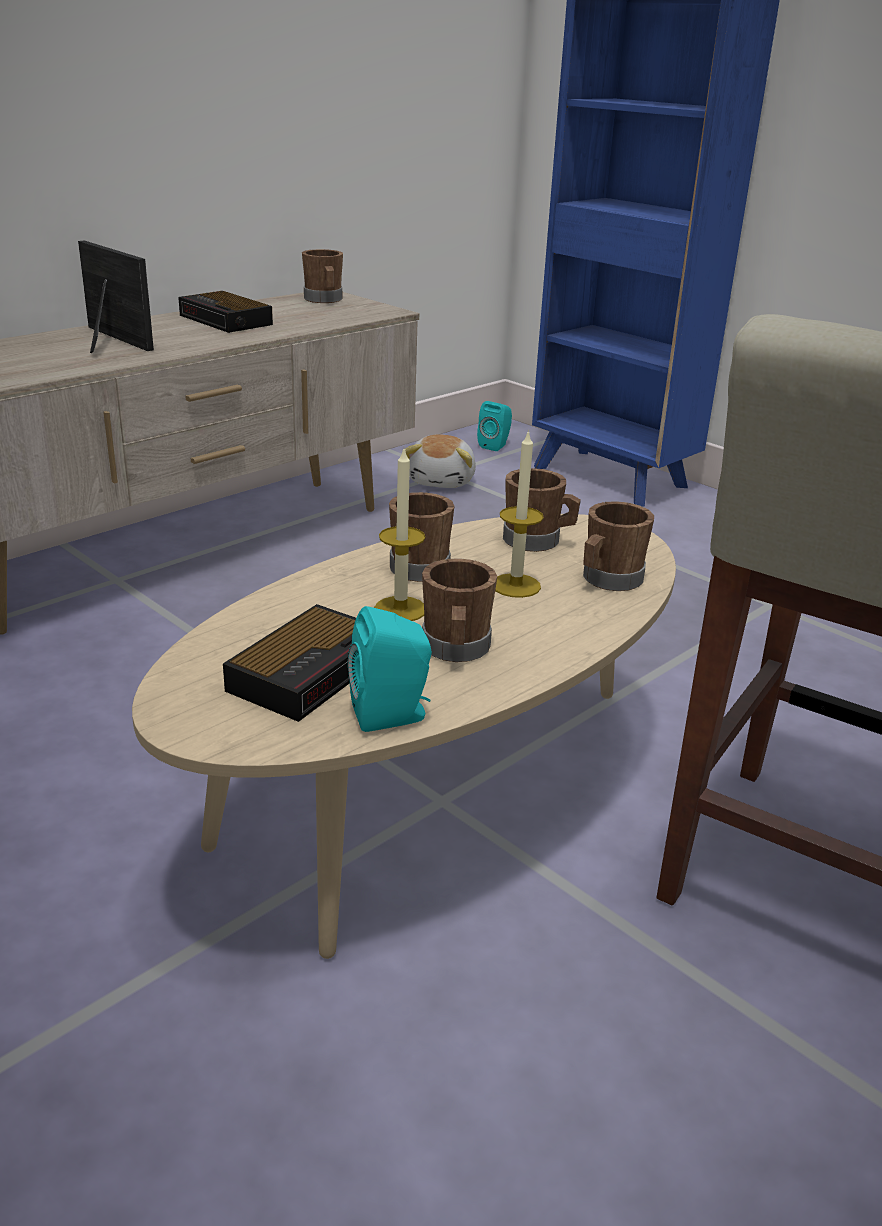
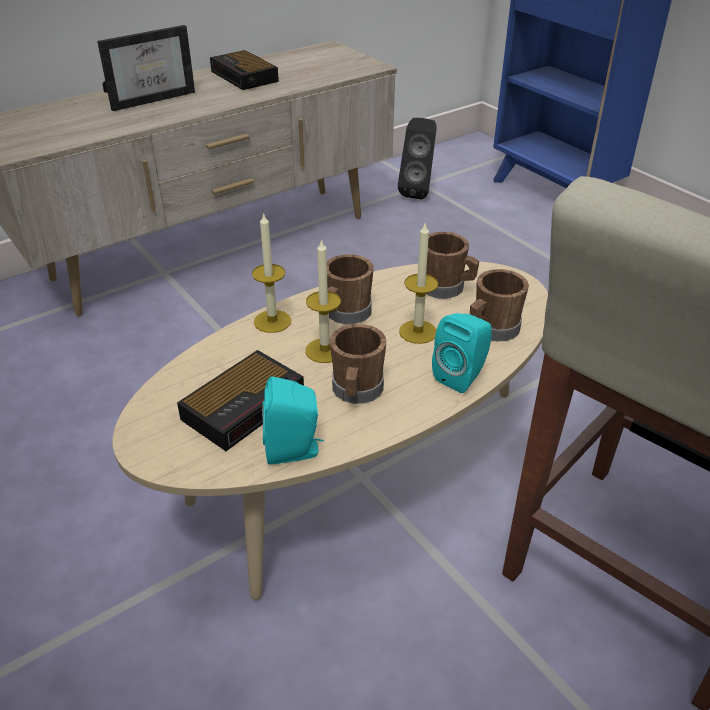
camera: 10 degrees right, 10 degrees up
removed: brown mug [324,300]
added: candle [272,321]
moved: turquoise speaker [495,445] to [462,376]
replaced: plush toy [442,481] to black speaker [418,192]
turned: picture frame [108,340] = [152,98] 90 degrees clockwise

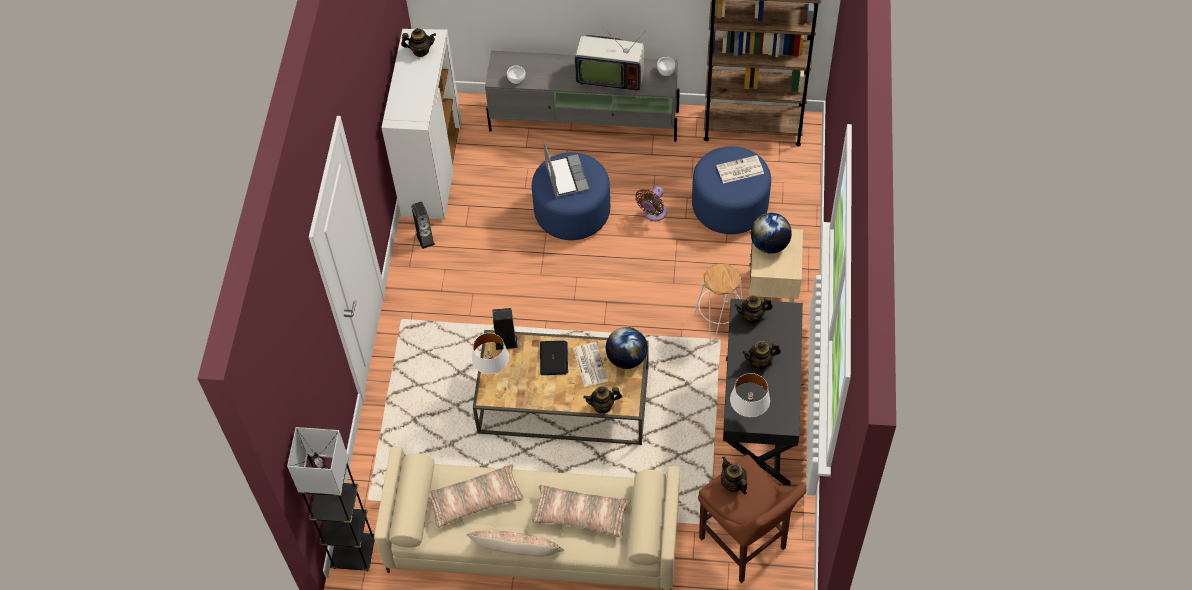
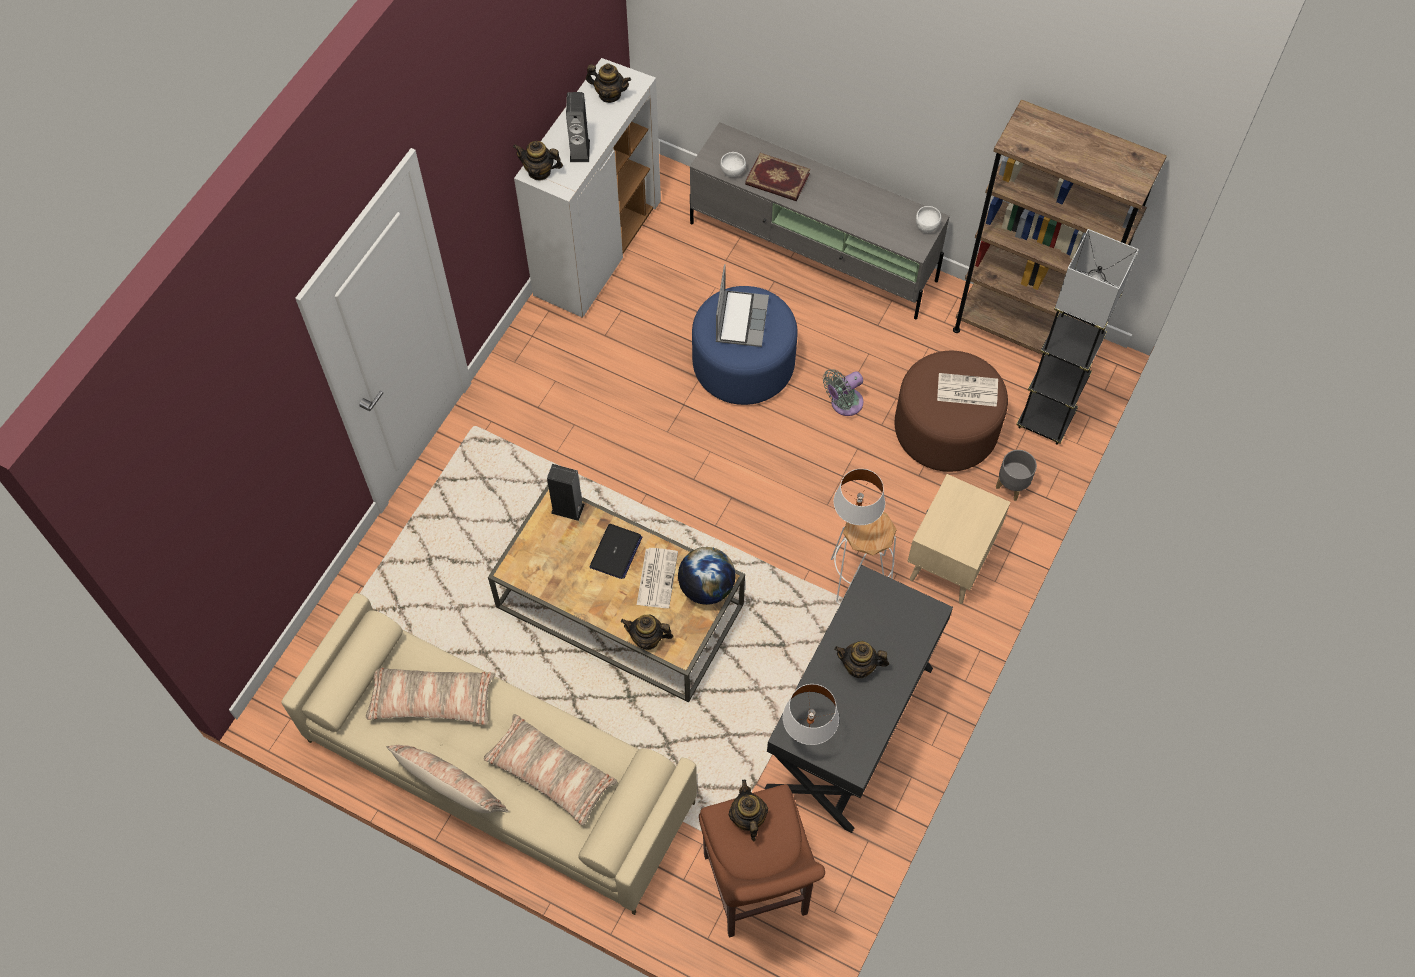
camera: 20 degrees right, 5 degrees up
removed: television [609,76]; globe [769,245]
added: book [777,180]; grey planter [1012,485]
moved: teapot [752,316] to [539,171]; speaker [425,239] to [579,150]; white table lamp [493,374] to [856,523]; grey floor lamp [353,553] to [1045,420]
recoloured: brown fan [653,213] to grey fan [843,404]; blue ottoman [729,206] to brown ottoman [945,429]

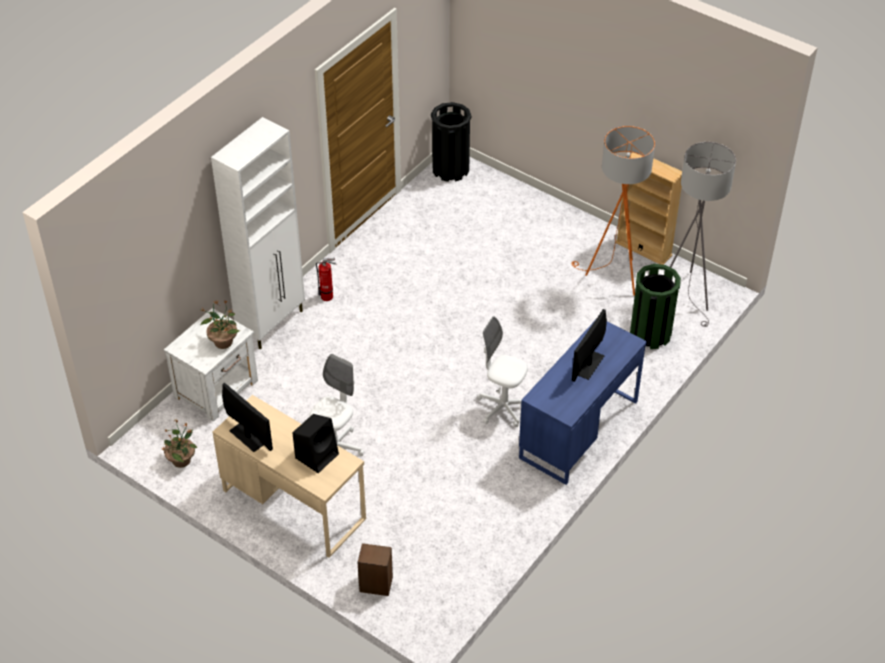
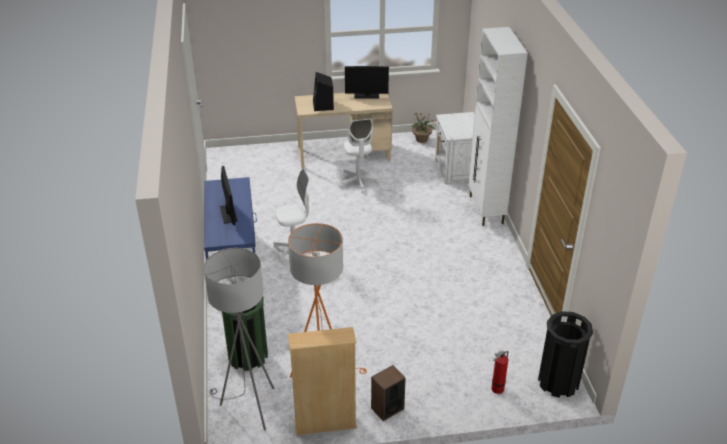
camera: 135 degrees right, 10 degrees down
removed: potted plant [223,341]
moved: speaker [376,584] to [387,408]; fire extinguisher [328,296] to [496,389]

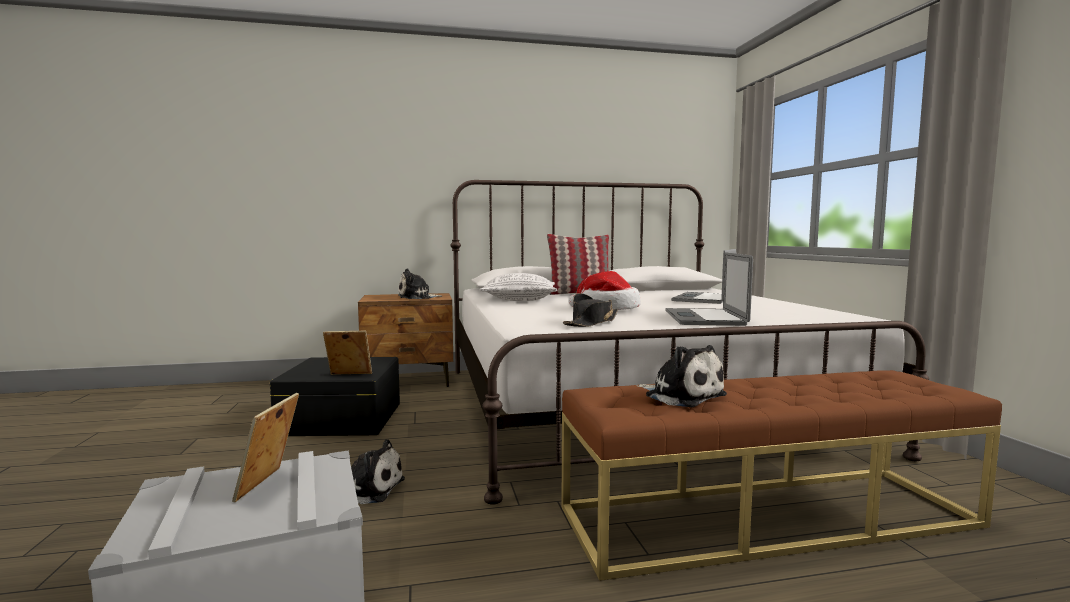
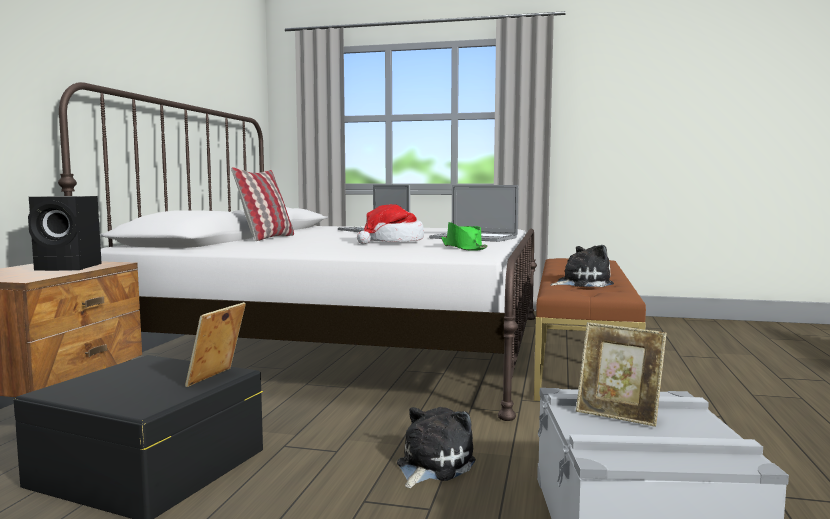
camera: 65 degrees left, 0 degrees up
removed: pillow [520,299]
replaced: plush toy [417,297] to black speaker [70,267]
recoloured: black hat [591,323] to green hat [463,248]

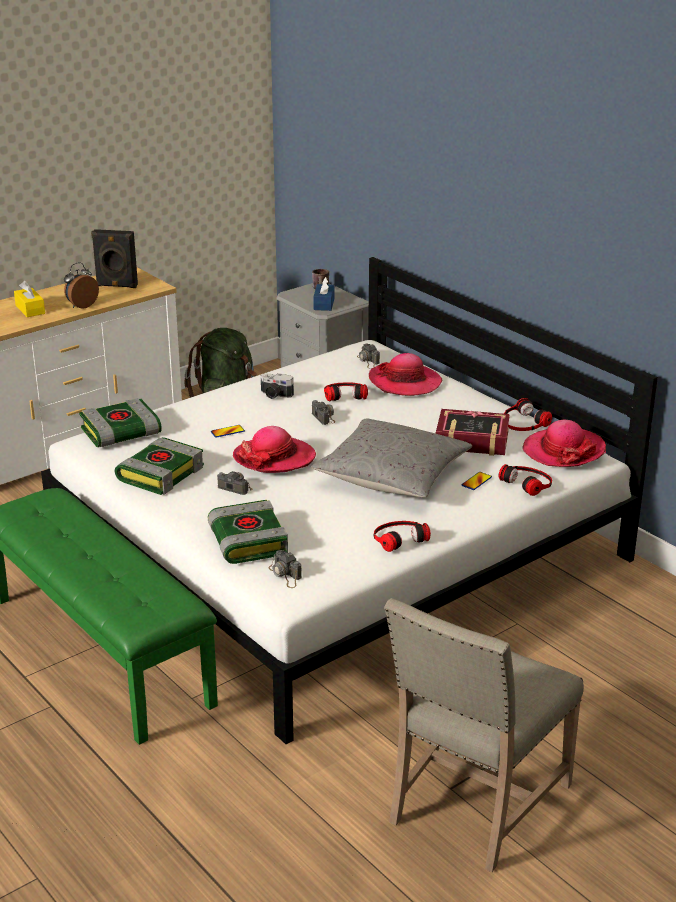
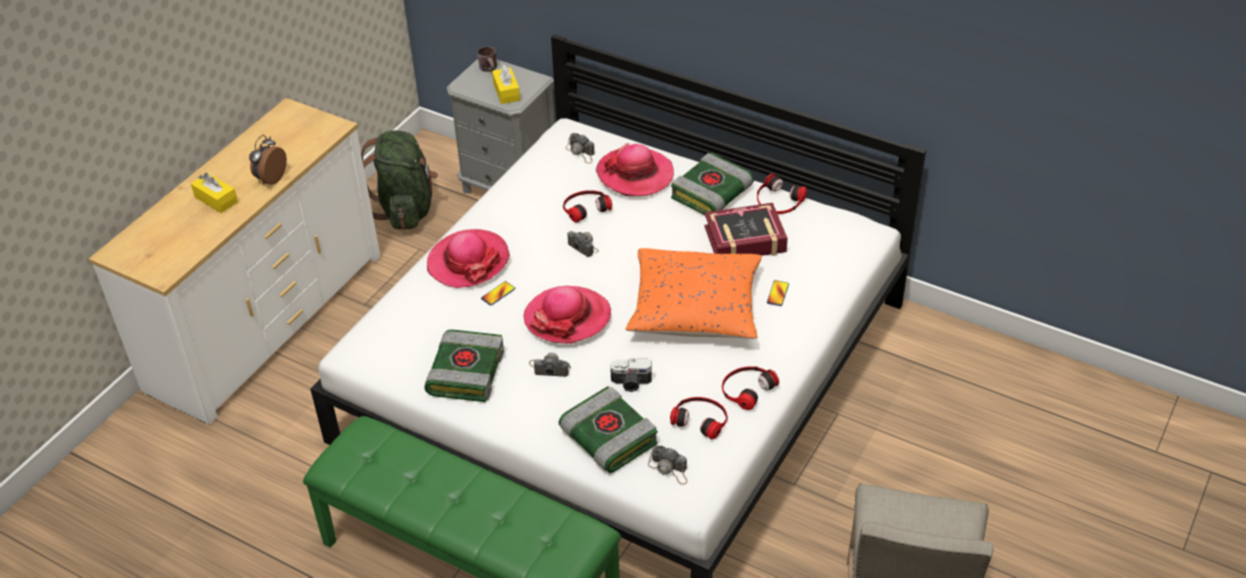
camera: 20 degrees left, 15 degrees up
removed: black speaker [116,286]
moved: hat [563,450] to [468,261]; photo camera [275,395] to [631,383]; headphones [528,482] to [701,419]; book [120,433] to [712,194]
recoloured: blue tissue box [324,304] to yellow tissue box [506,92]; grey pillow [392,475] to orange pillow [695,308]

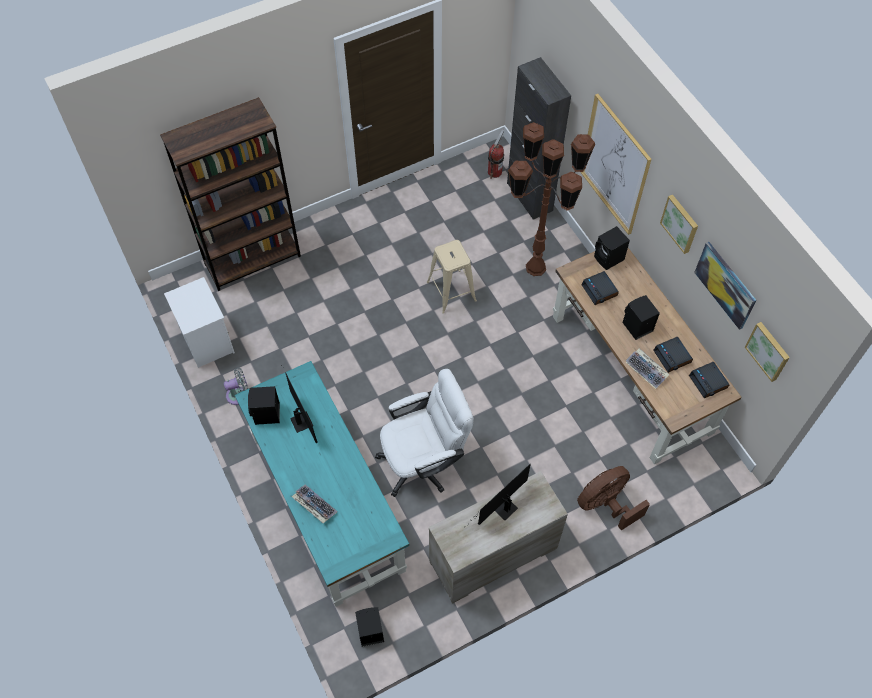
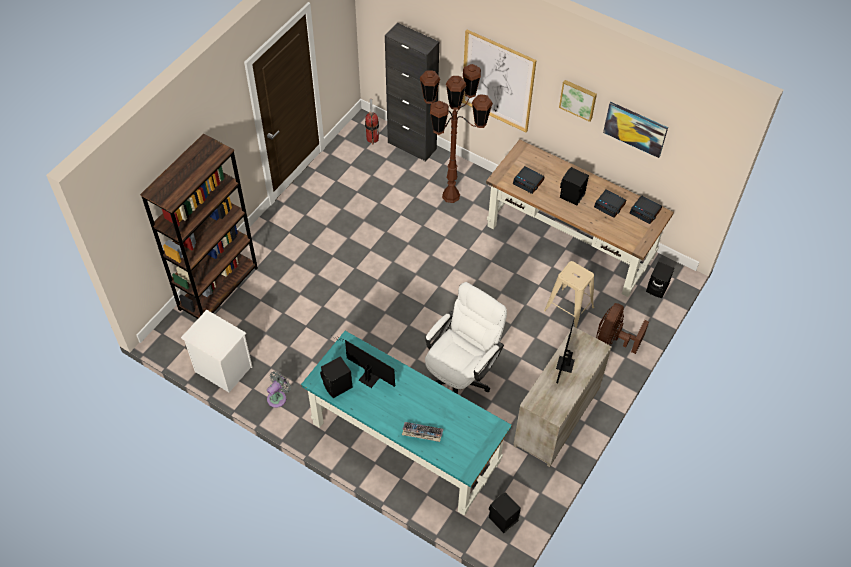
camera: 30 degrees left, 5 degrees down
removed: keyboard [647,370]; picture [768,351]
moved: beige stool [451,291] to [569,309]; black speaker [609,259] to [658,288]

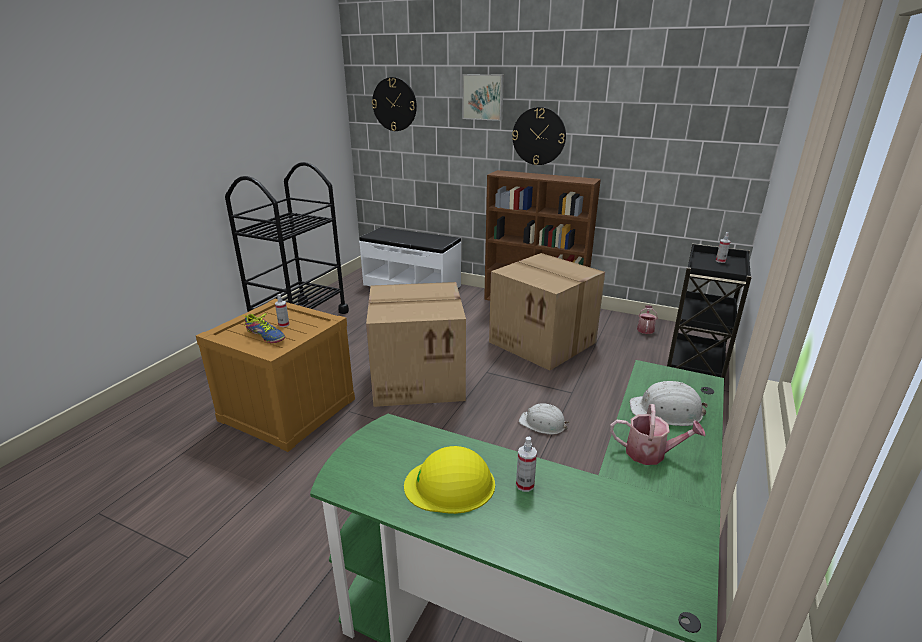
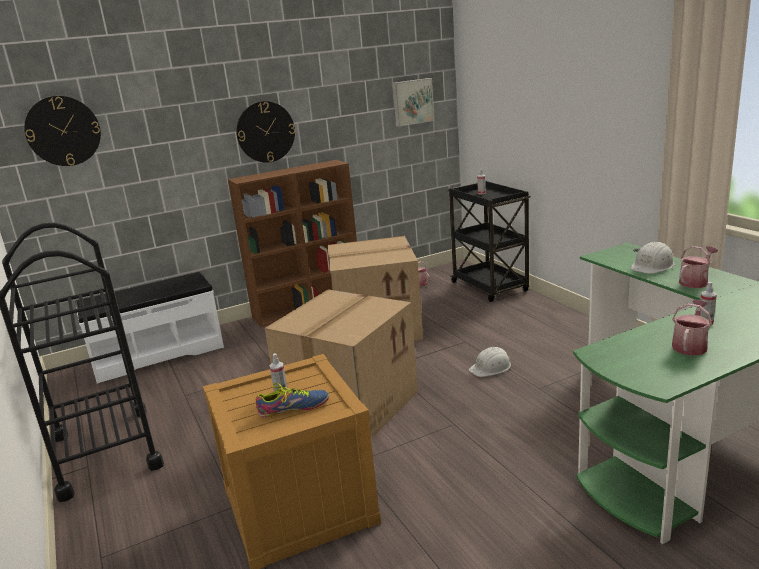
camera: 50 degrees left, 5 degrees down
moved: picture [483,97] to [412,102]
replaced: yellow hard hat [450,484] to watering can [690,345]

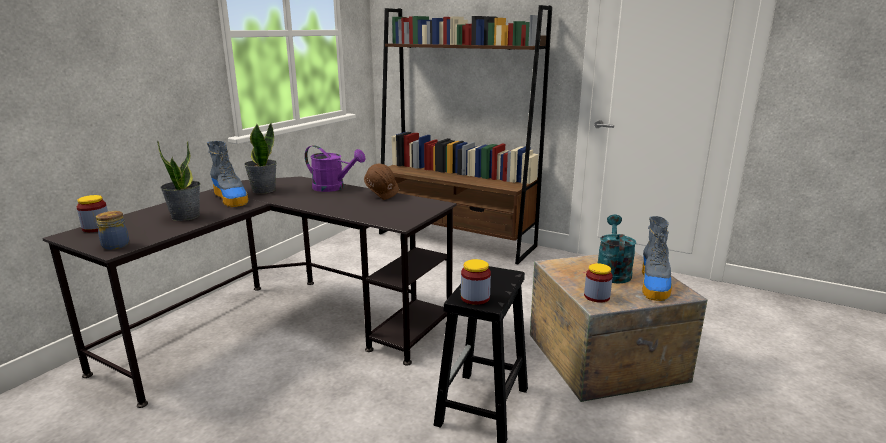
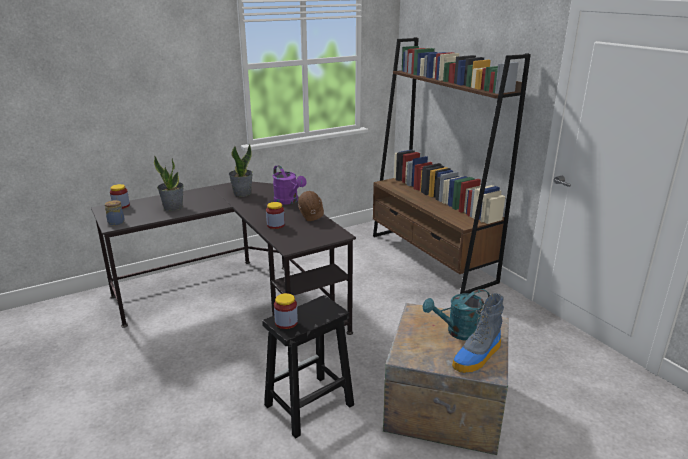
camera: 30 degrees right, 5 degrees up
removed: boot [231,199]
moved: jar [596,296] to [275,225]
turned: turquoise watering can [612,271] = [458,332] 150 degrees counterclockwise

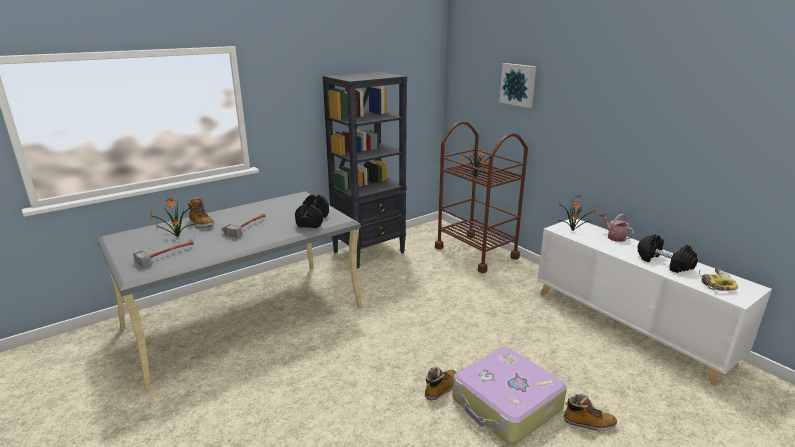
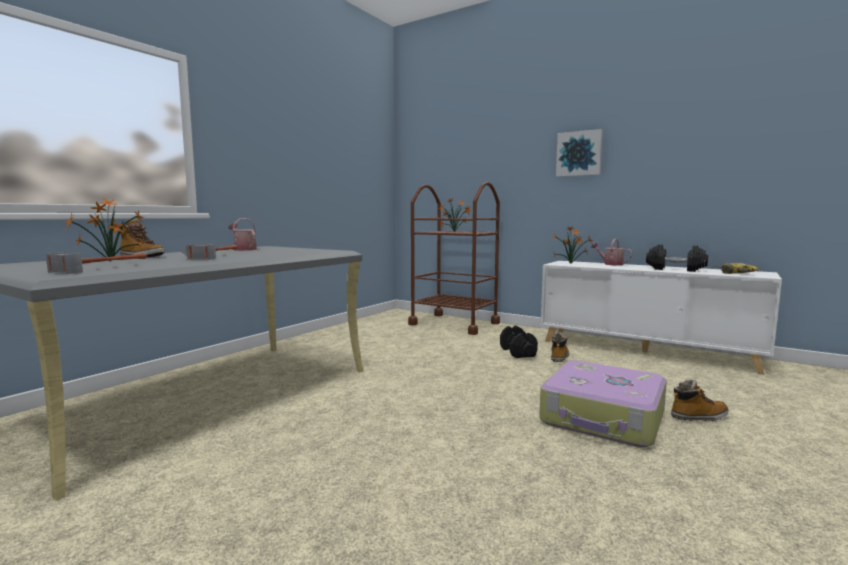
camera: 20 degrees left, 15 degrees down
removed: black bookcase [369,252]
added: watering can [243,249]
moved: black dumbbell [313,221] to [518,352]; boot [441,389] to [559,357]; picture [518,84] to [579,154]

